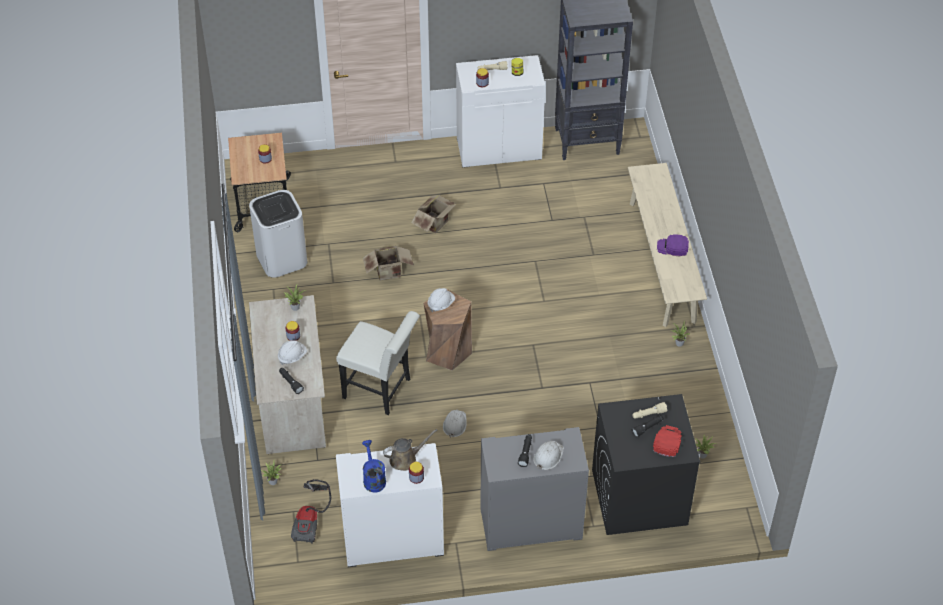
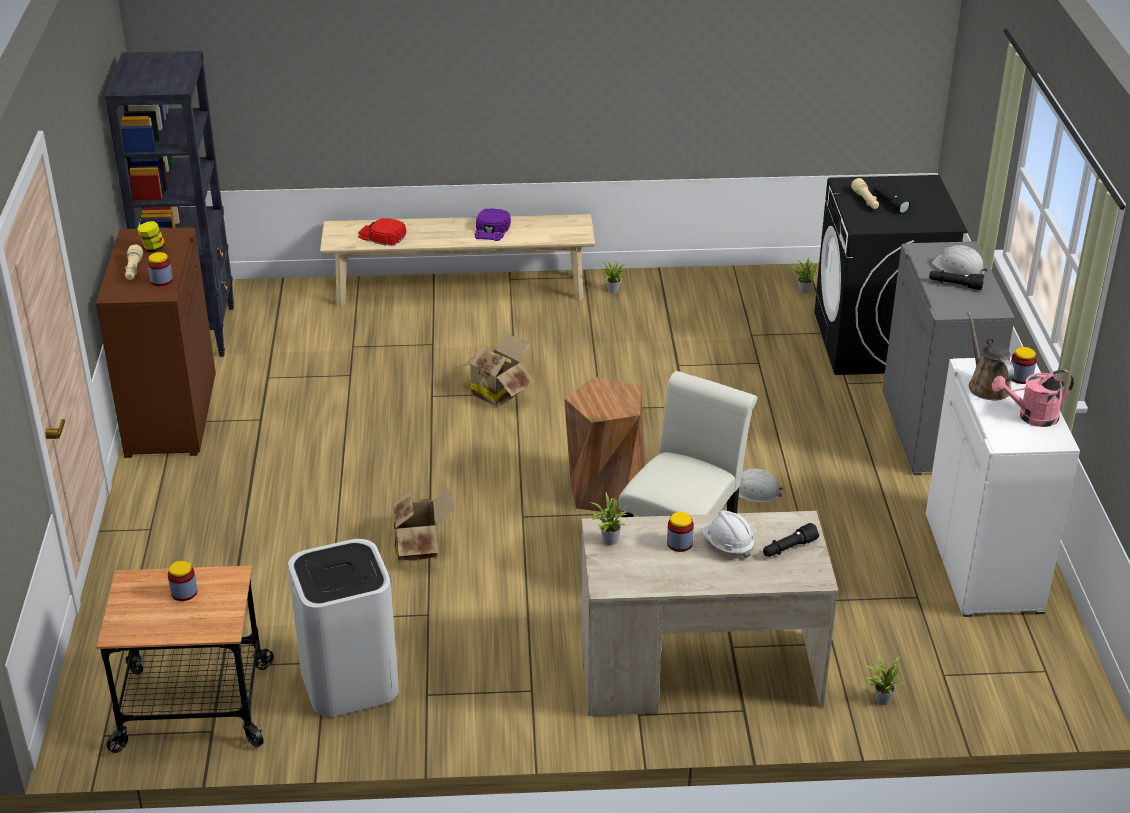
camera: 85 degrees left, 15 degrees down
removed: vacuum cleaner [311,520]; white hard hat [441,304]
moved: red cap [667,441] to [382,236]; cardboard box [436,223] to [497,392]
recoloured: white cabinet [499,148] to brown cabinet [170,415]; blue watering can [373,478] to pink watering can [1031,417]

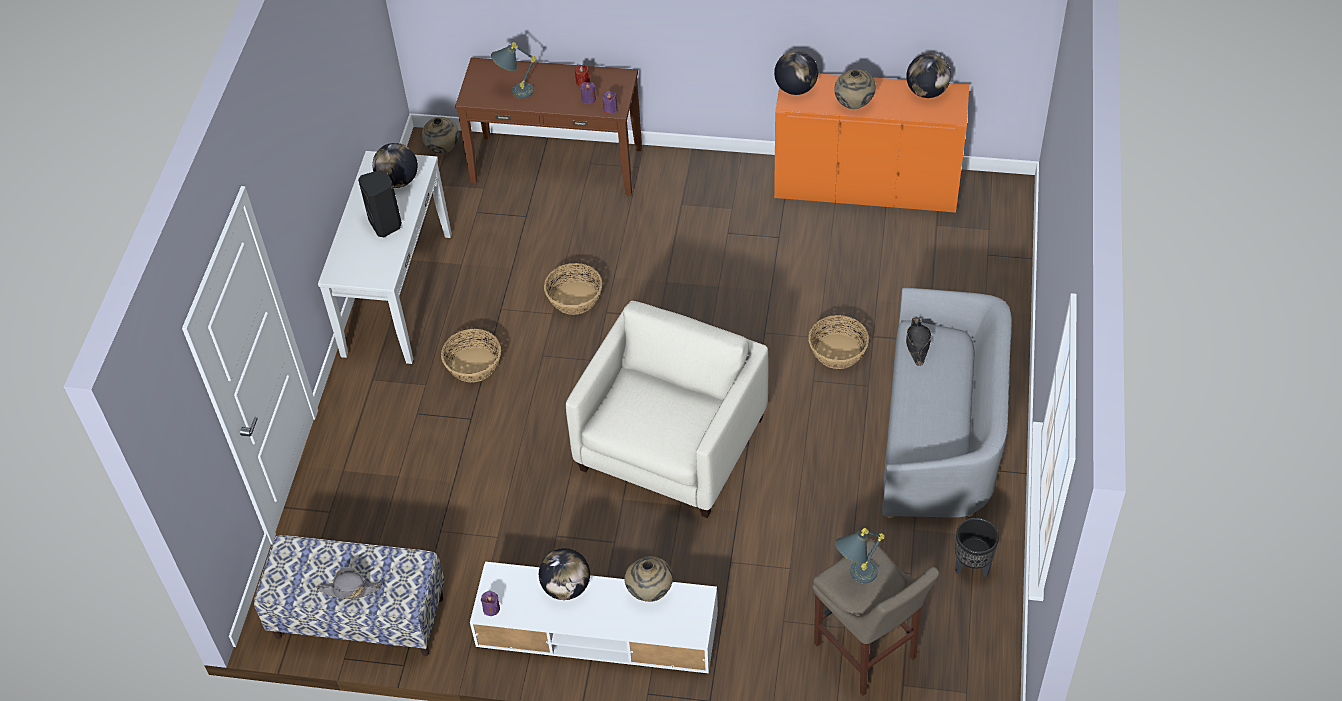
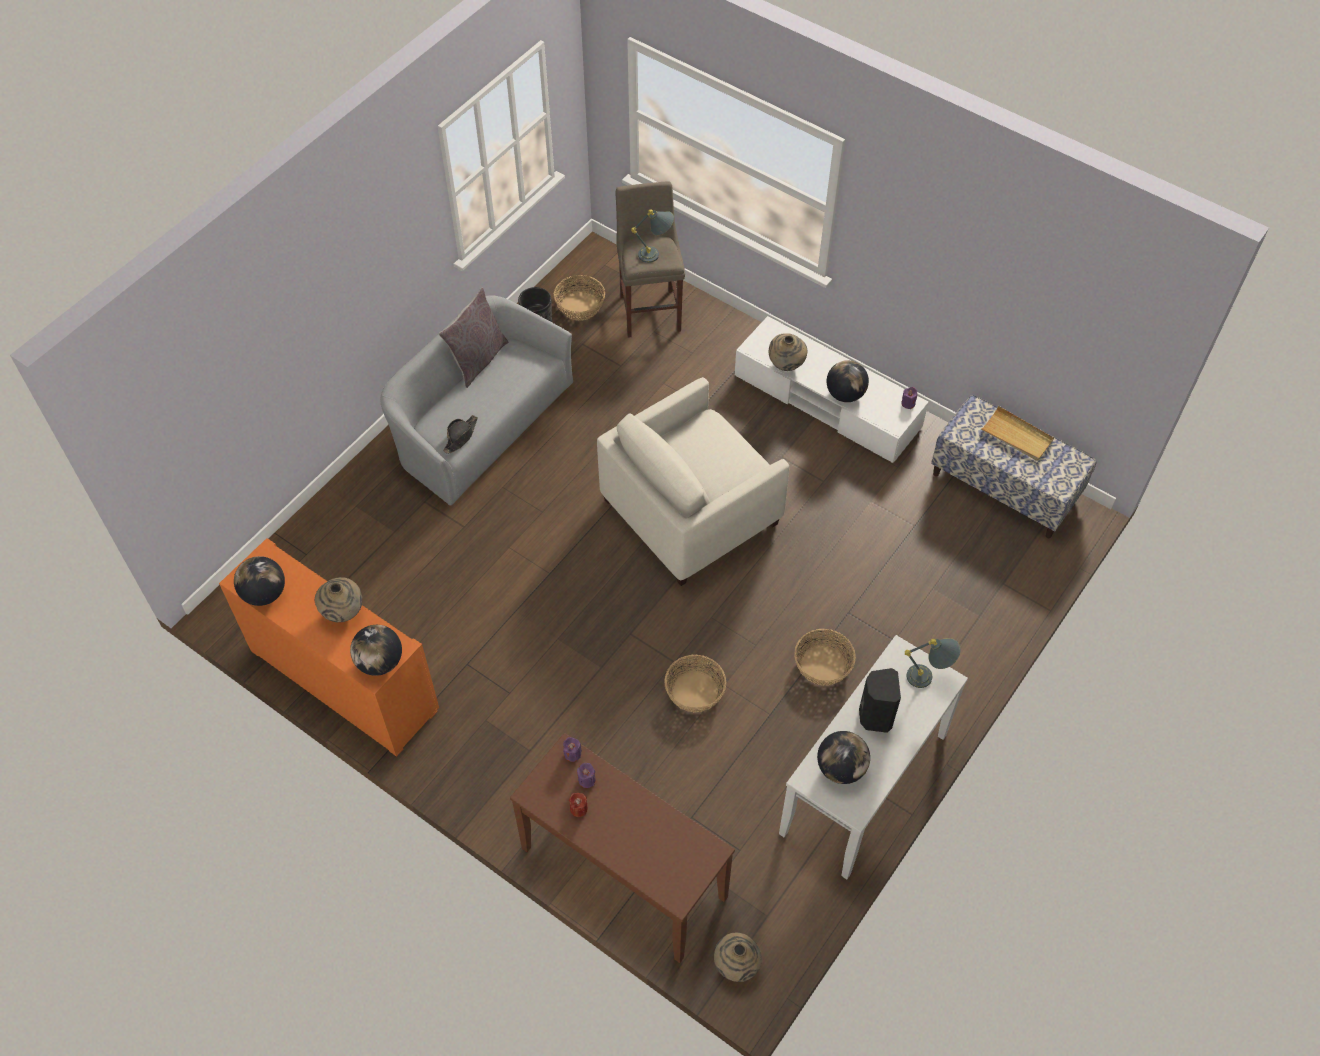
camera: 155 degrees left, 5 degrees up
added: grey pillow [477,360]
moved: basket [837,351] to [580,306]; grey table lamp [514,93] to [929,678]
replaced: grey hat [350,589] to beige tray [1016,436]

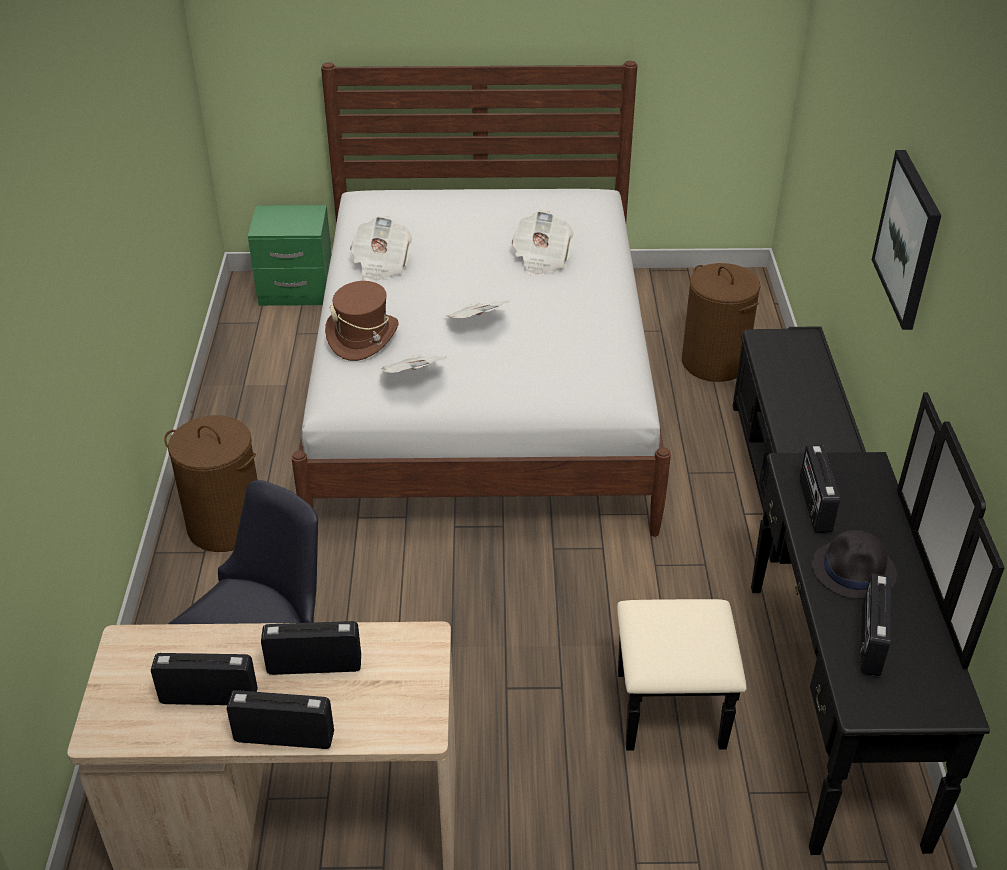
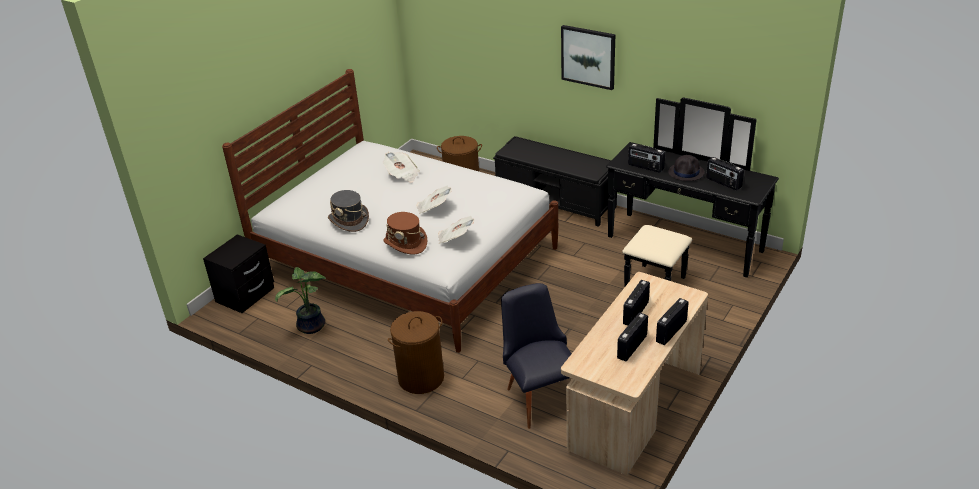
camera: 55 degrees left, 5 degrees down
added: potted plant [311,327]
replaced: newspaper [381,264] to grey hat [349,220]
recoloured: green nightstand [296,291] to black nightstand [246,295]

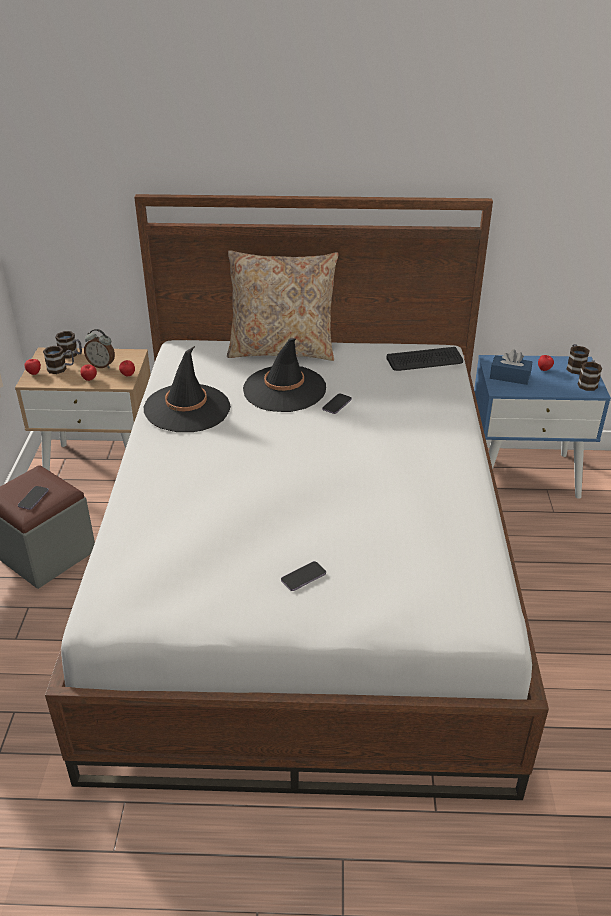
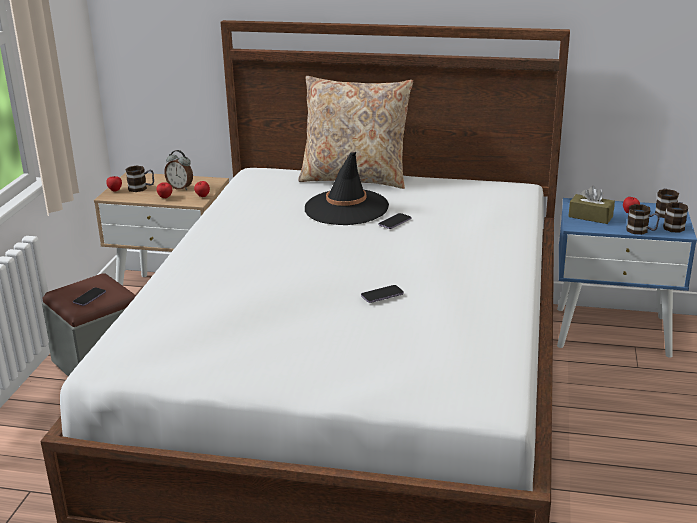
camera: 10 degrees right, 10 degrees down
removed: black hat [187,408]; keyboard [424,360]
moved: phone [303,577] to [382,295]; mug [71,354] to [641,231]
recoloured: blue tissue box [509,377] to brown tissue box [590,216]

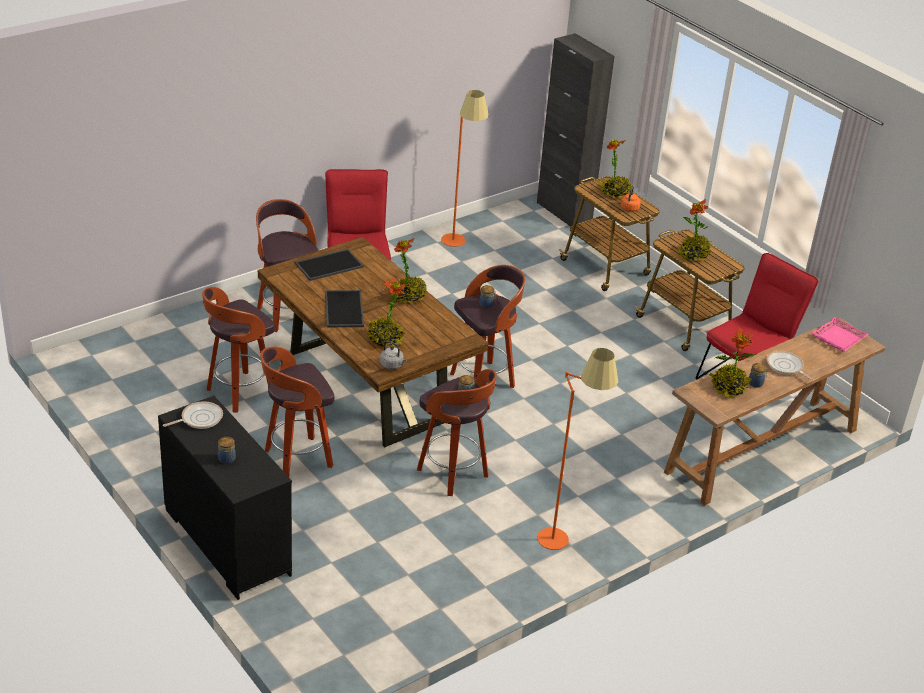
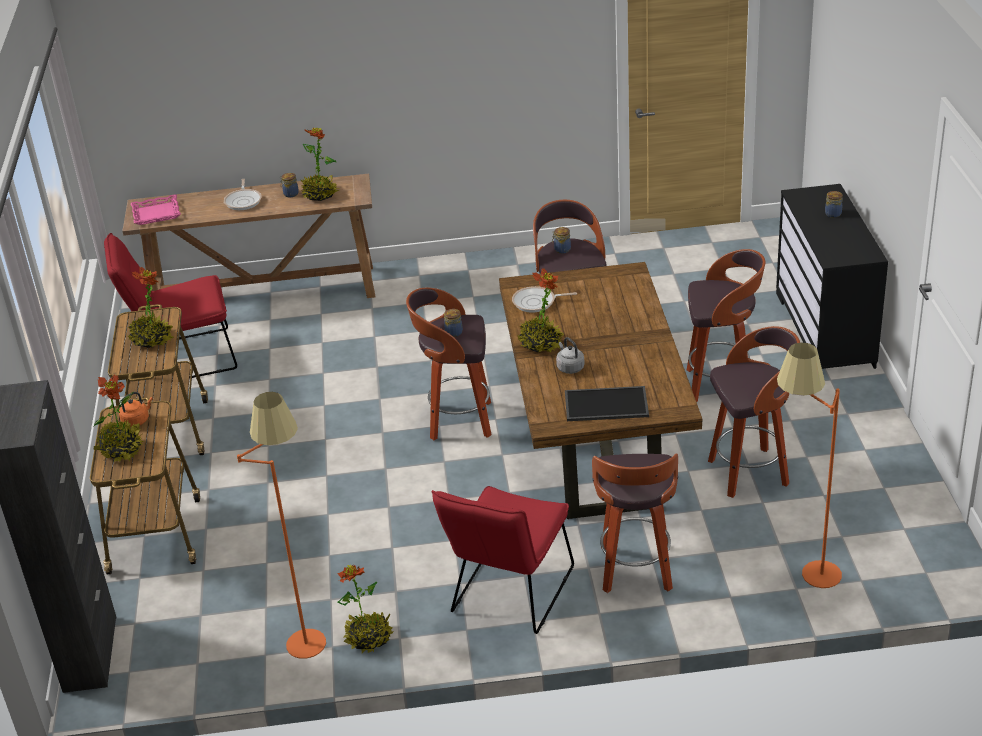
camera: 145 degrees left, 0 degrees up
removed: tray [343,309]
moved: potted plant [385,339] to [369,638]; frying pan [199,418] to [536,302]; grey kettle [392,365] to [569,367]; orange floor lamp [565,534] to [803,575]

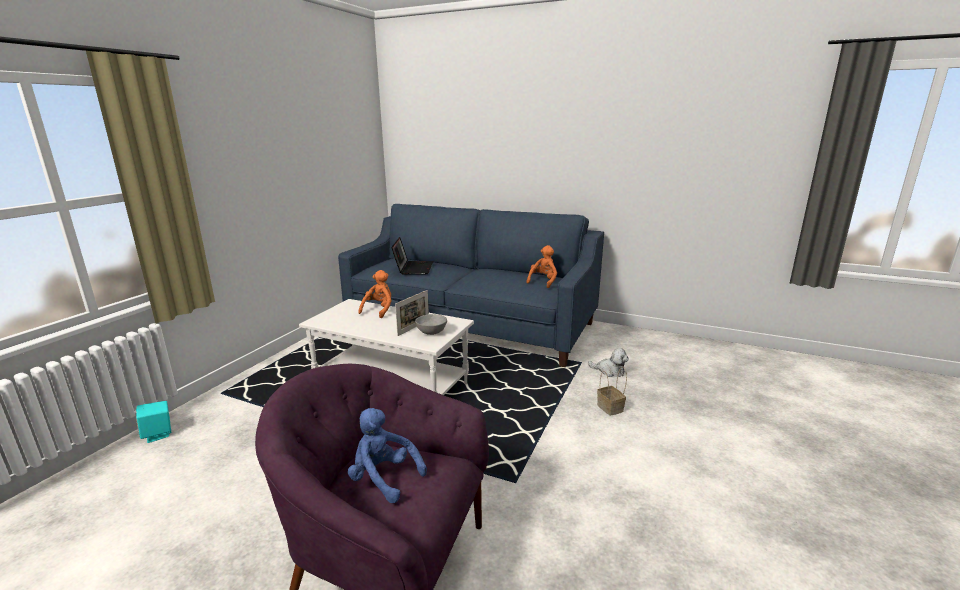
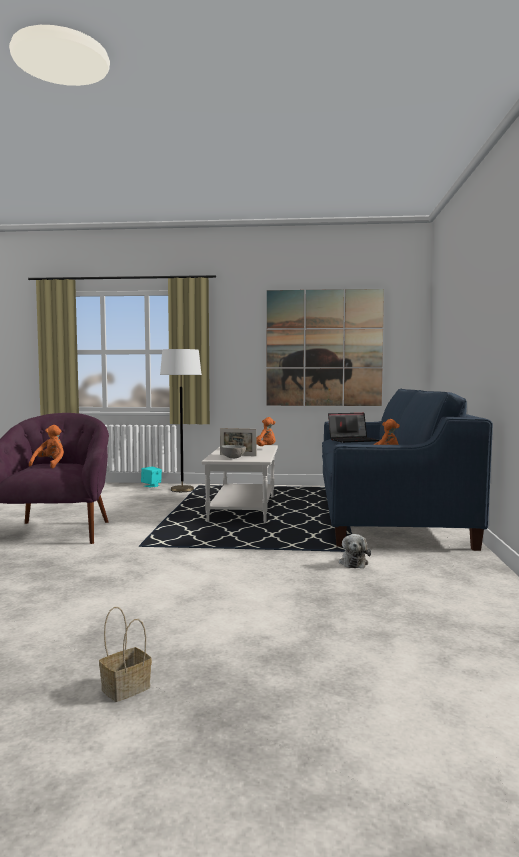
camera: 70 degrees right, 15 degrees down
added: white floor lamp [182,490]; picture [324,348]
moved: basket [611,408] to [125,689]
recoloured: blue plush toy [383,478] to orange plush toy [50,465]

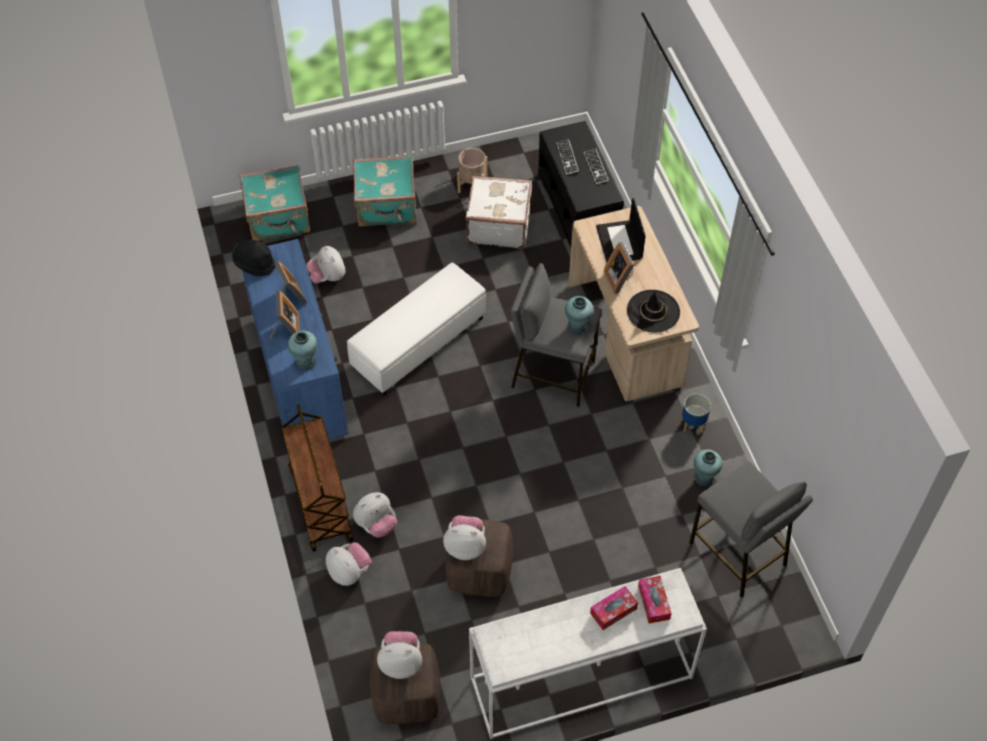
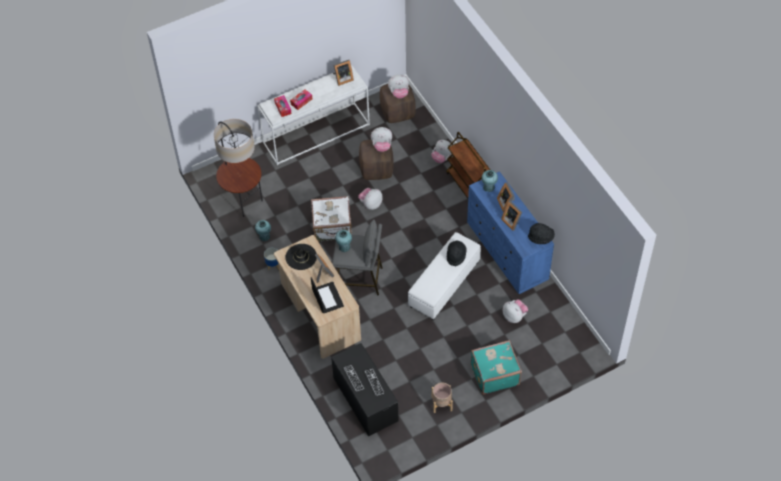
camera: 170 degrees right, 0 degrees up
removed: turquoise suitcase [278,219]
added: picture frame [342,79]; black hat [456,256]
moved: white suitcase [498,225] to [332,228]; plush toy [376,524] to [371,204]
replaced: grey stool [738,554] to floor lamp [243,201]

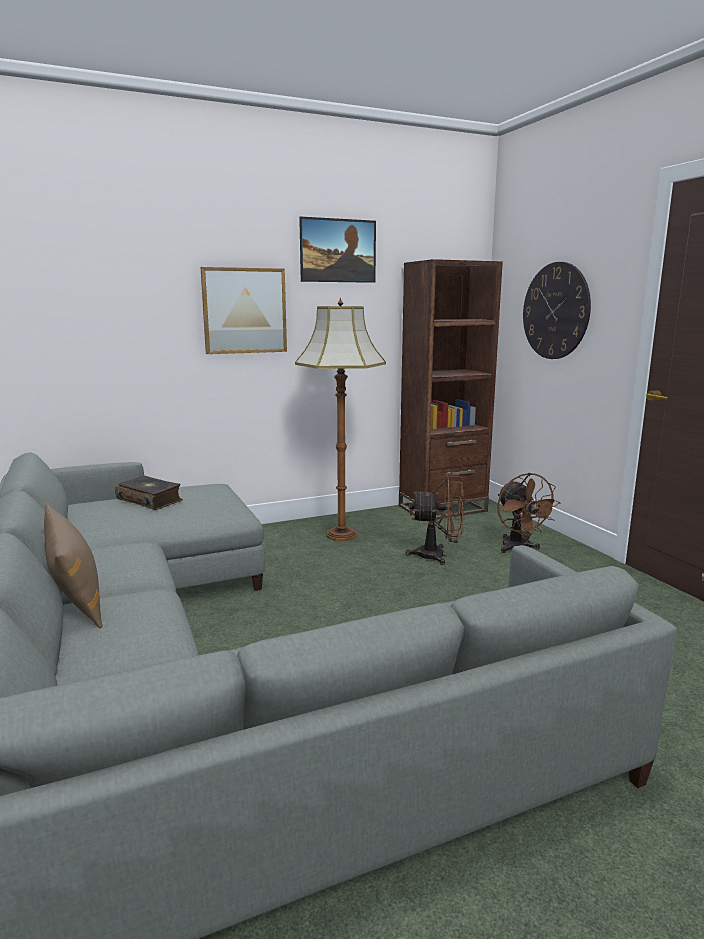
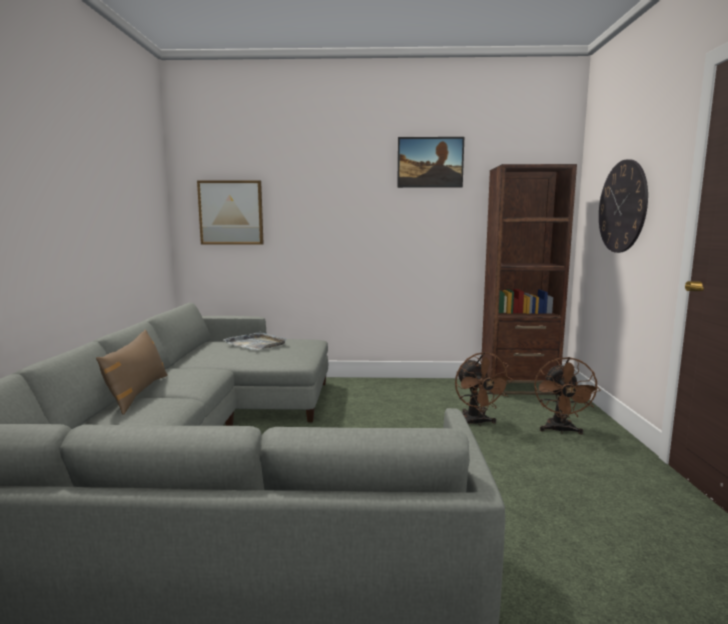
camera: 25 degrees right, 5 degrees down
removed: floor lamp [341,534]
moved: picture [244,311] to [231,212]
replaced: book [150,500] to grey tray [256,344]
turned: brown fan [438,556] = [476,423] 45 degrees clockwise

